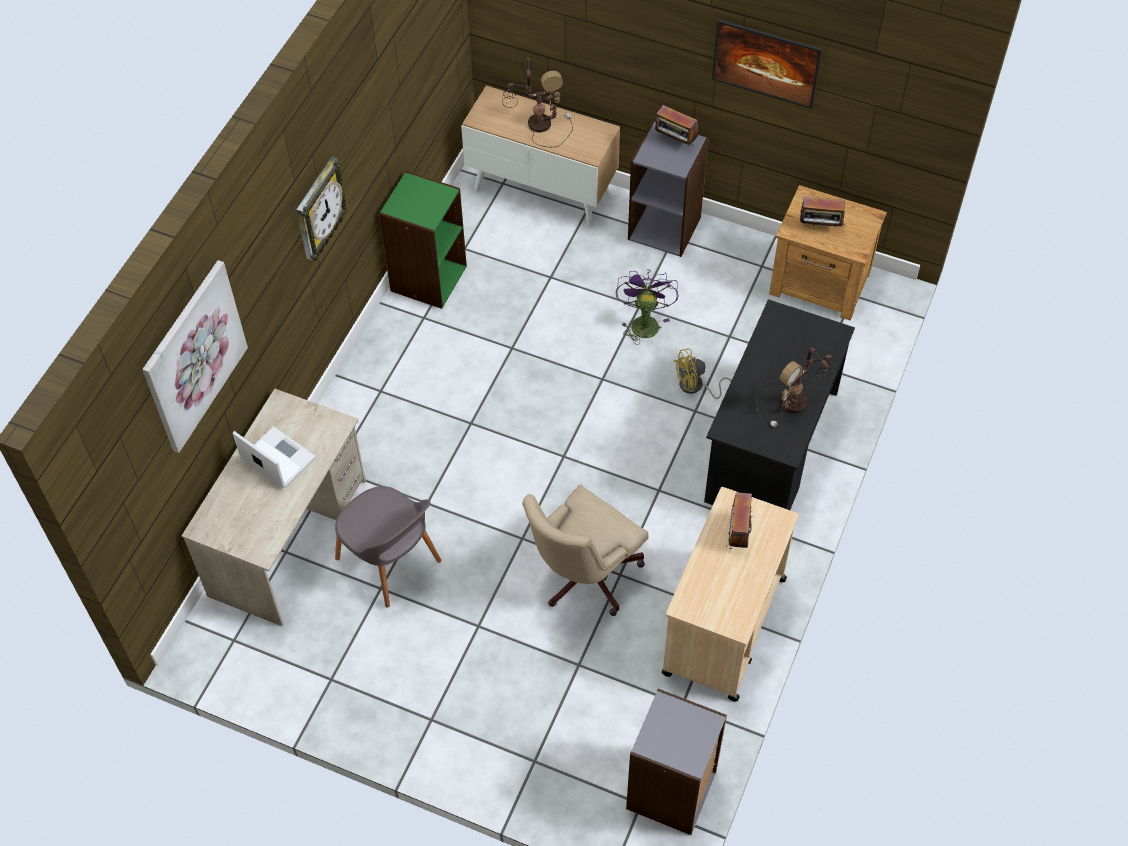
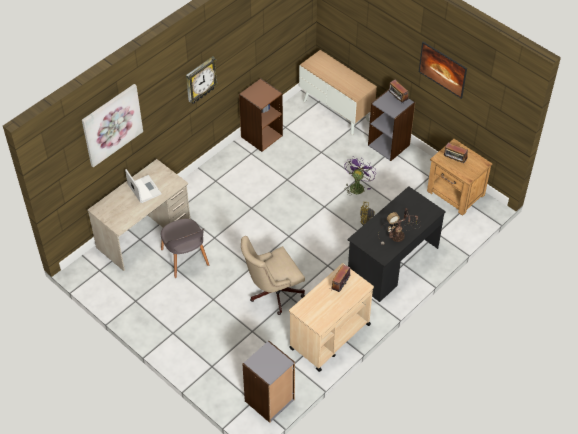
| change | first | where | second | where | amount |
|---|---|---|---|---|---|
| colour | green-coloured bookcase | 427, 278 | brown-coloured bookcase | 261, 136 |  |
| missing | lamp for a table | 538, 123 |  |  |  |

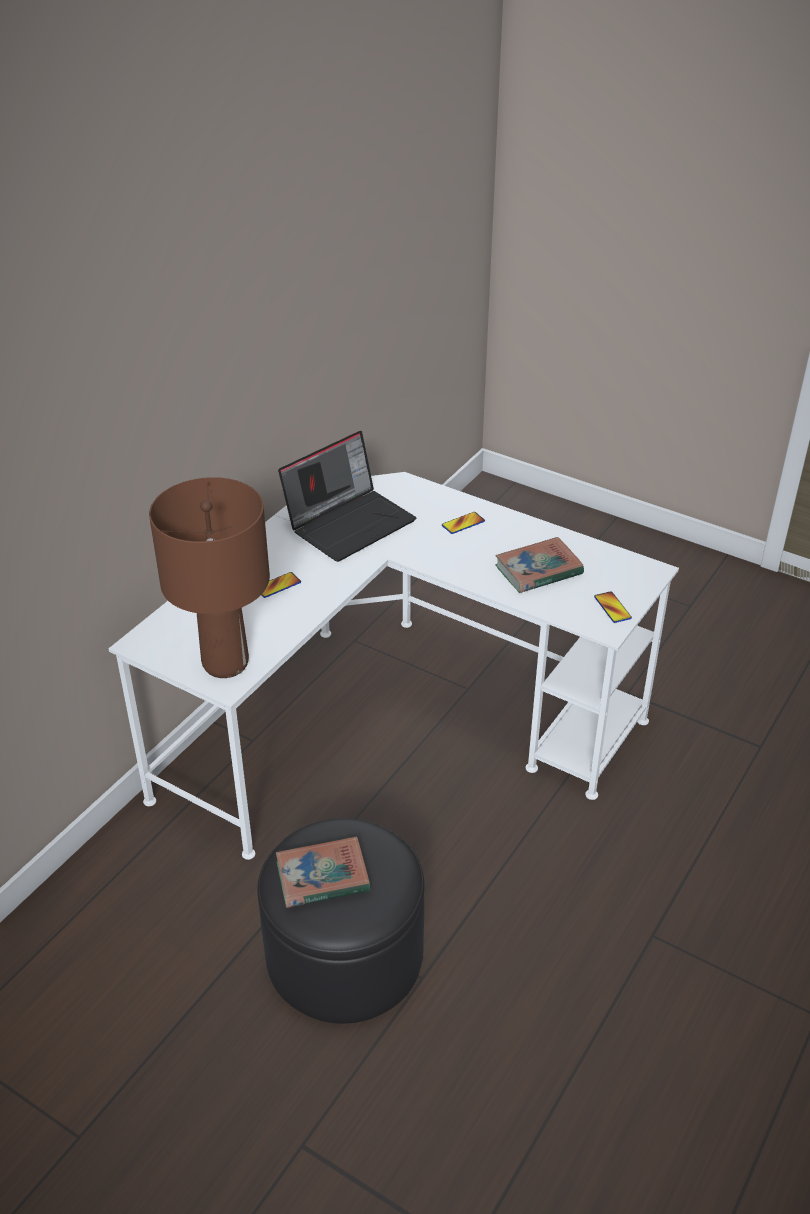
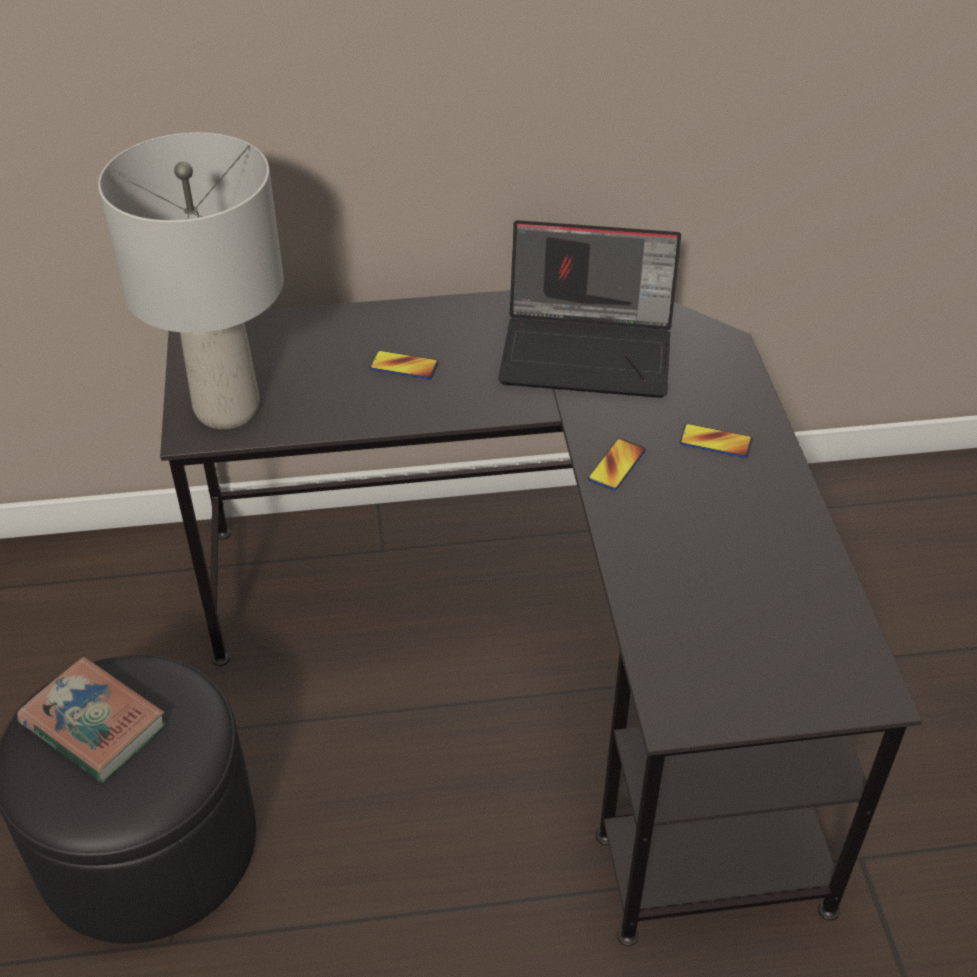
| change | first | where | second | where | amount |
|---|---|---|---|---|---|
| colour | brown-coloured lamp for a table | 224, 663 | grey lamp for a table | 226, 408 |  |
| colour | whitish desk | 392, 719 | blackish desk | 539, 644 |  |
| relocated | telephone | 612, 608 |  | 616, 465 |  |
| missing | bound book | 538, 570 |  |  |  |

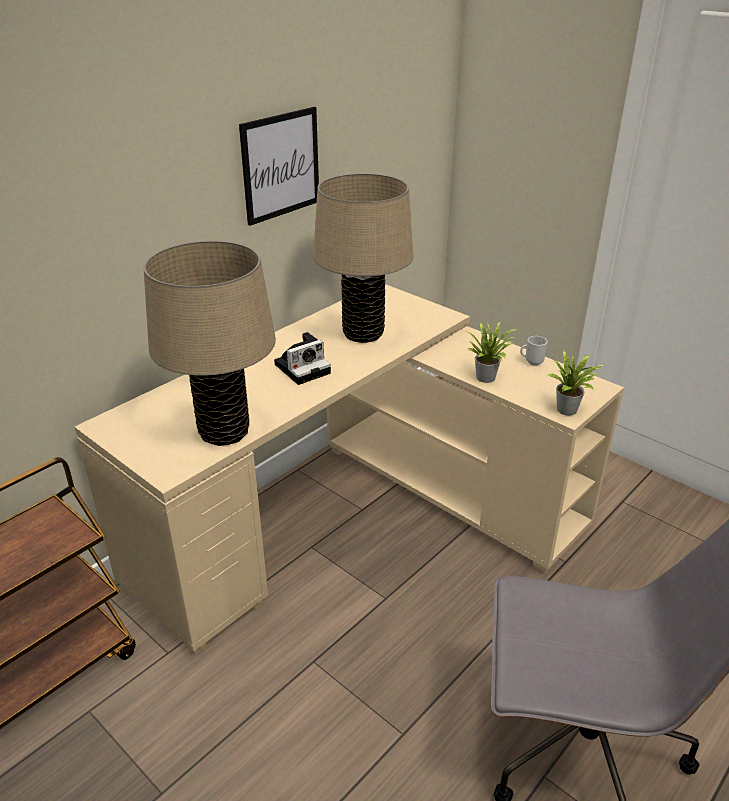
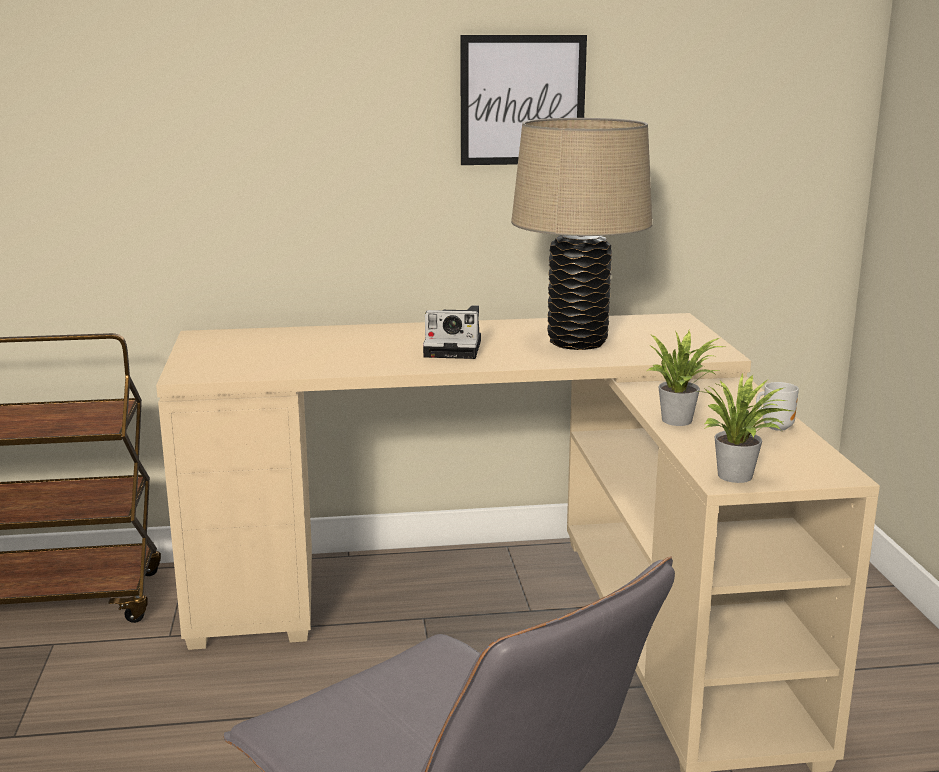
| change | first | where | second | where | amount |
|---|---|---|---|---|---|
| missing | sand-coloured lamp for a table | 224, 432 |  |  |  |

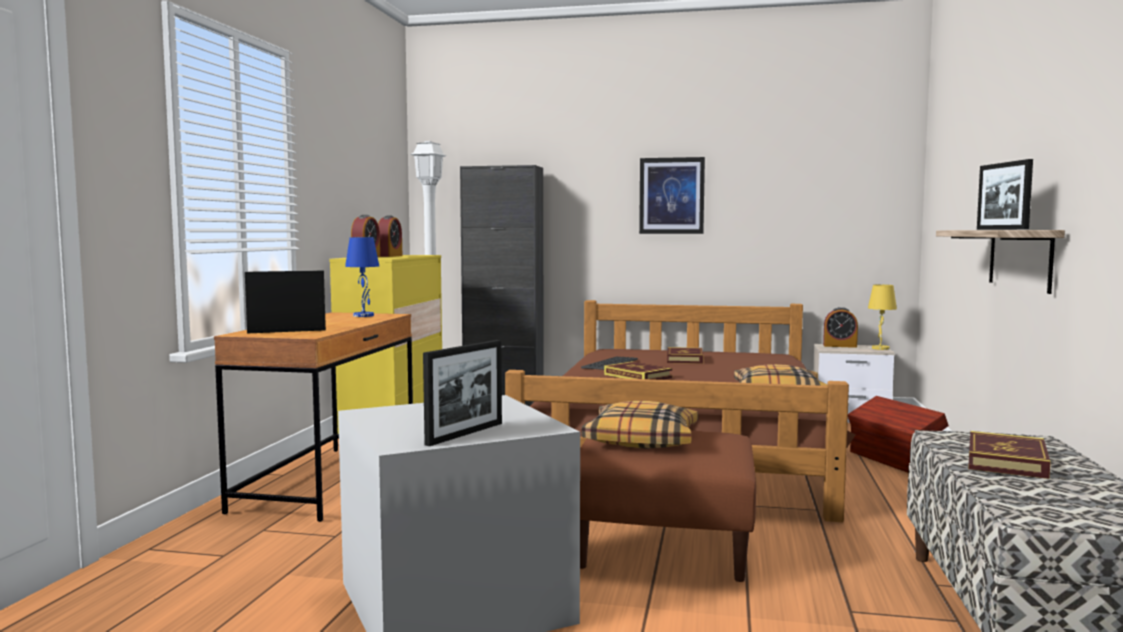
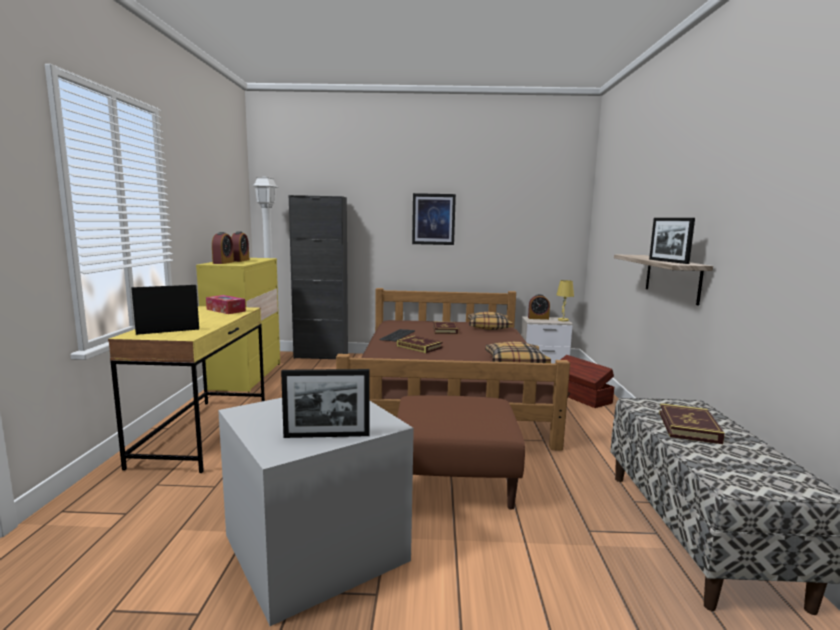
| change | first | where | second | where | amount |
|---|---|---|---|---|---|
| colour | brown-coloured desk | 329, 481 | yellow-coloured desk | 204, 433 |  |
| exchanged | blue lamp for a table | 364, 315 | tissue holder | 226, 310 |  |
| spun | photo frame | 465, 434 |  | 327, 436 | 60 degrees clockwise |
| relocated | throw pillow | 642, 440 |  | 489, 327 |  |

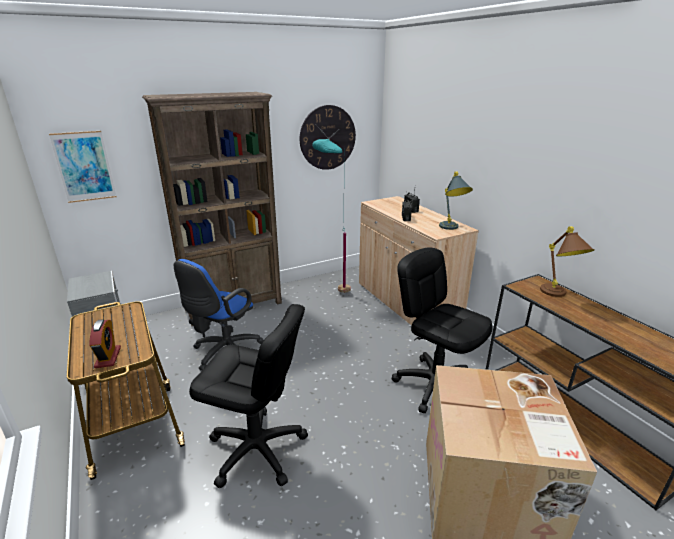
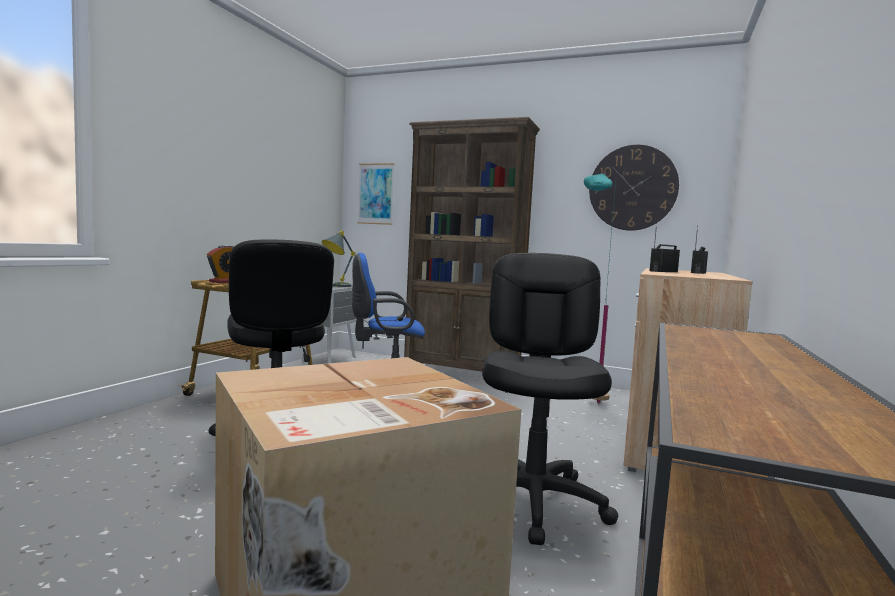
| change | first | where | second | where | amount |
|---|---|---|---|---|---|
| relocated | grey lamp for a table | 451, 229 |  | 336, 286 |  |
| missing | brown-coloured lamp for a table | 558, 295 |  |  |  |

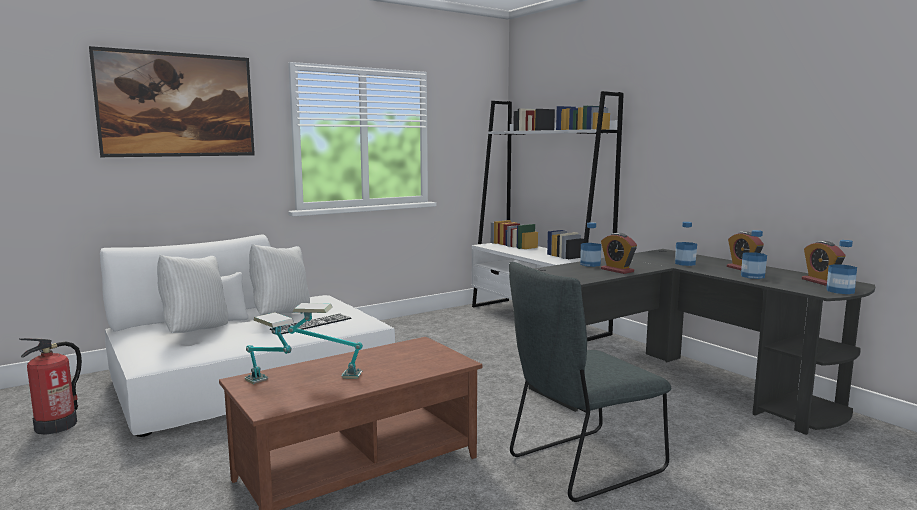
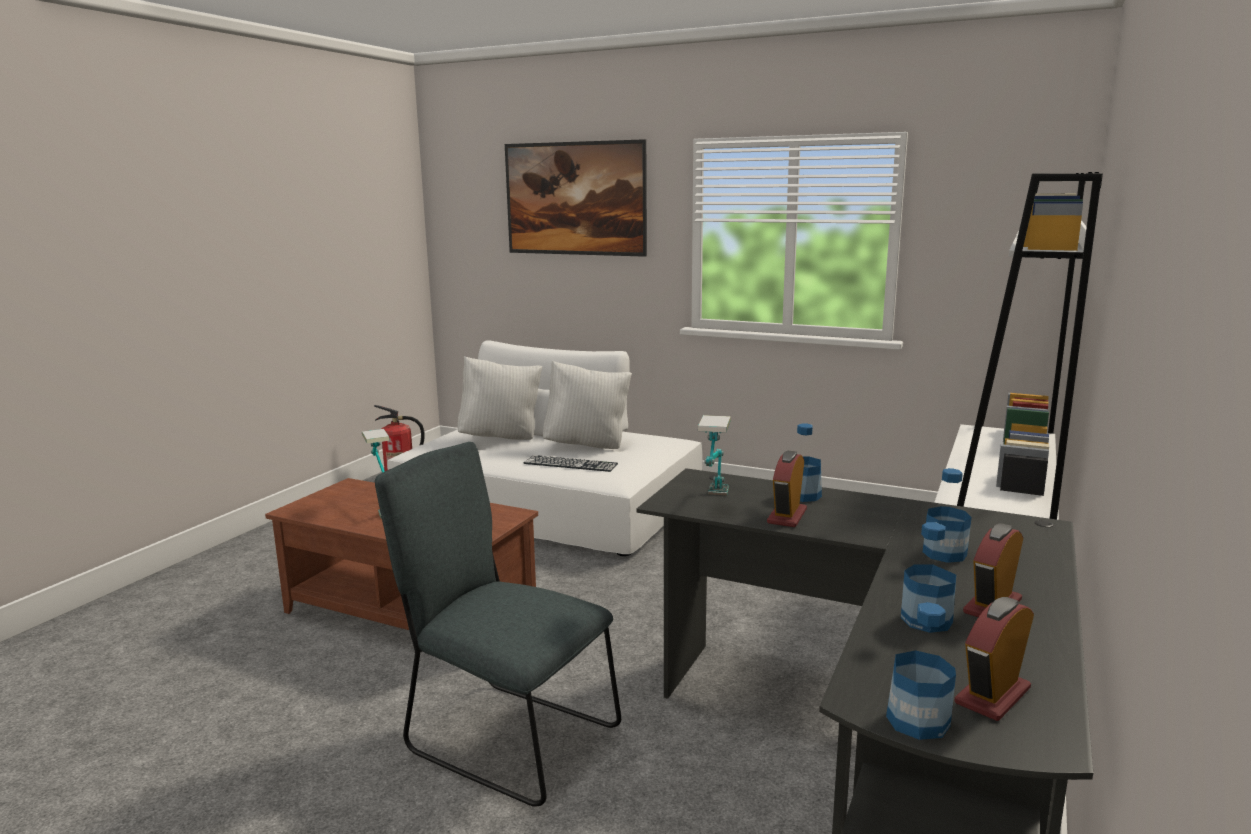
| change | first | where | second | where | amount |
|---|---|---|---|---|---|
| relocated | lamp for a table | 270, 387 |  | 714, 503 |  |

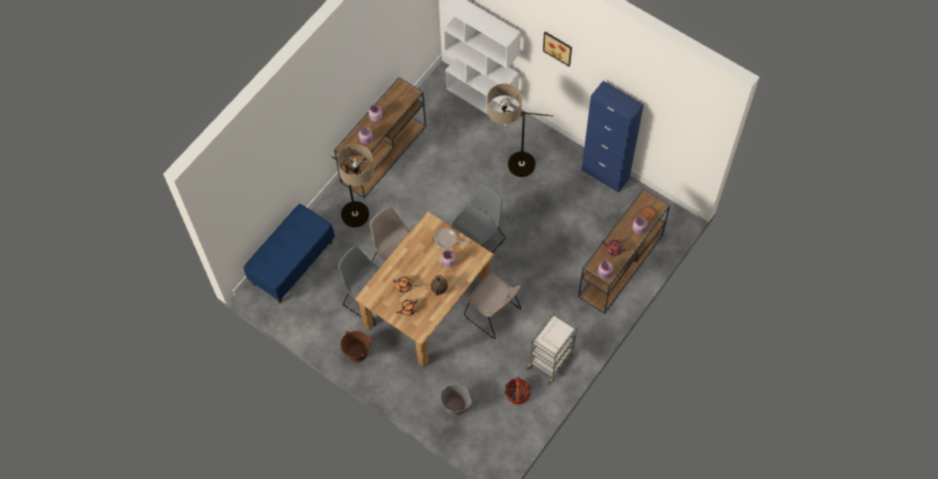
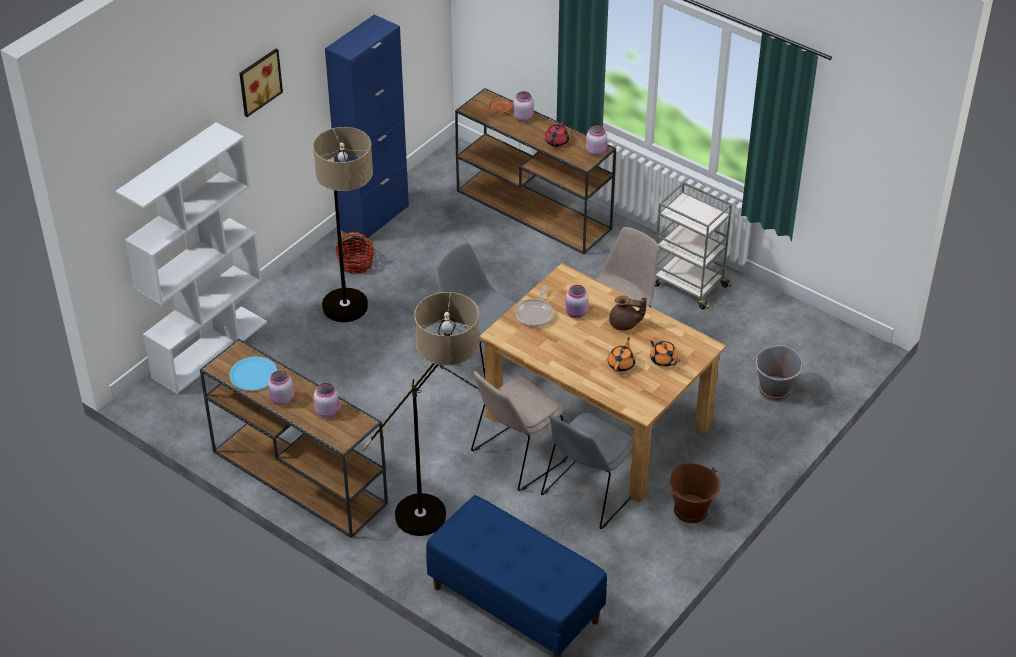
| change | first | where | second | where | amount |
|---|---|---|---|---|---|
| appeared |  |  | blue dinner plate | 253, 374 |  |
| relocated | basket | 517, 394 |  | 355, 263 |  |

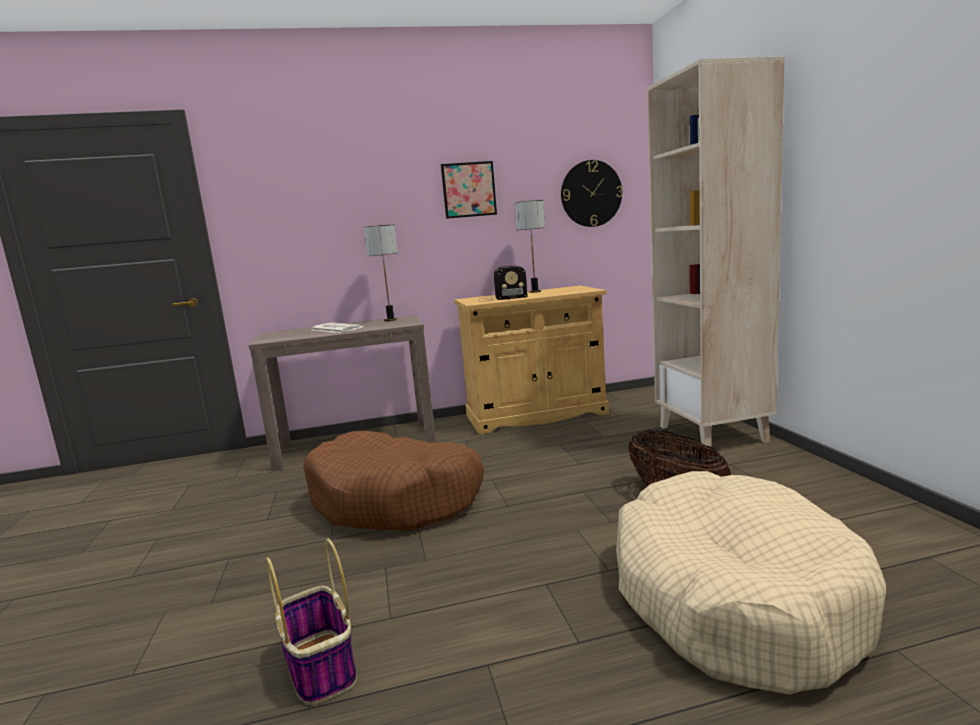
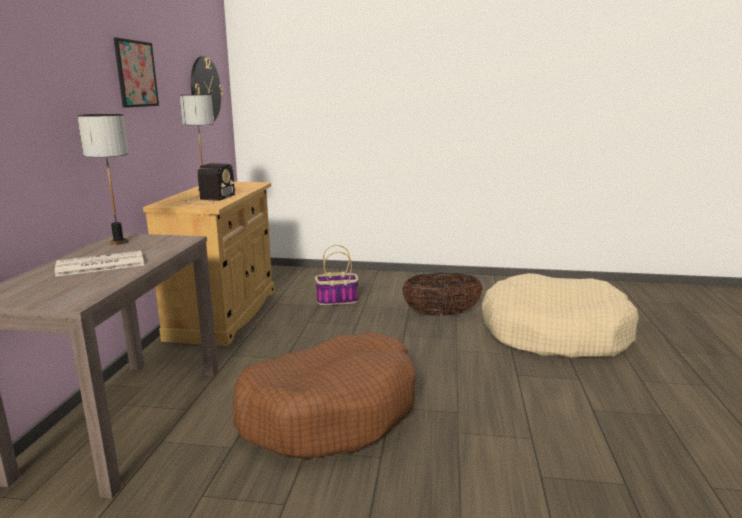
| change | first | where | second | where | amount |
|---|---|---|---|---|---|
| relocated | basket | 320, 666 |  | 336, 300 |  |
| missing | sand-coloured bookcase | 713, 434 |  |  |  |

